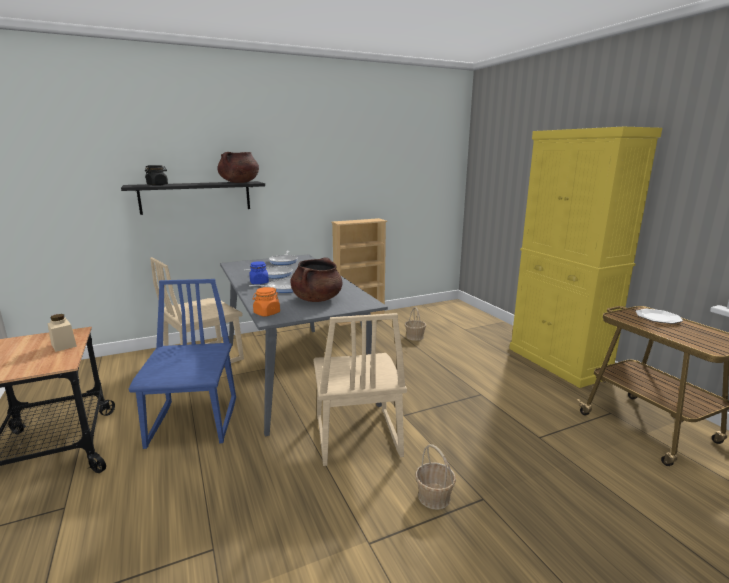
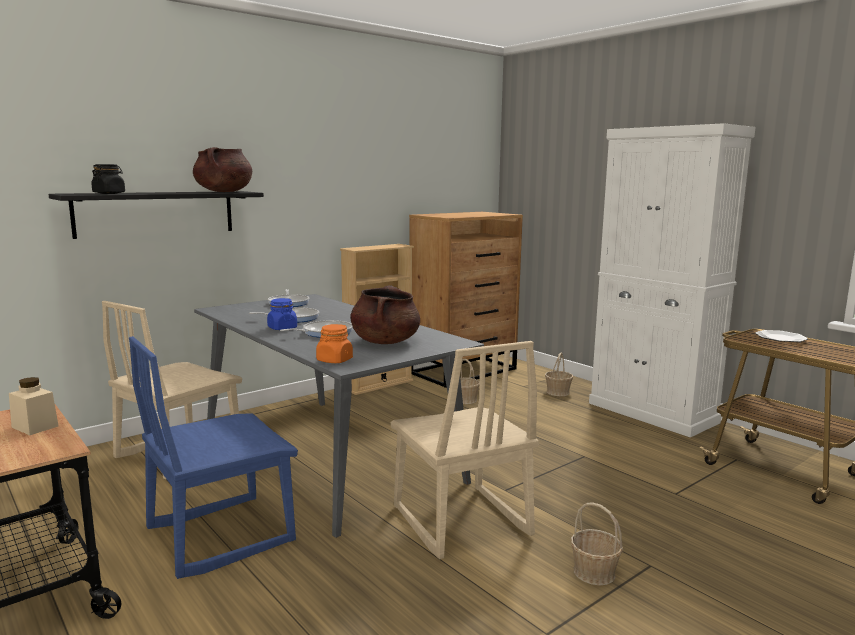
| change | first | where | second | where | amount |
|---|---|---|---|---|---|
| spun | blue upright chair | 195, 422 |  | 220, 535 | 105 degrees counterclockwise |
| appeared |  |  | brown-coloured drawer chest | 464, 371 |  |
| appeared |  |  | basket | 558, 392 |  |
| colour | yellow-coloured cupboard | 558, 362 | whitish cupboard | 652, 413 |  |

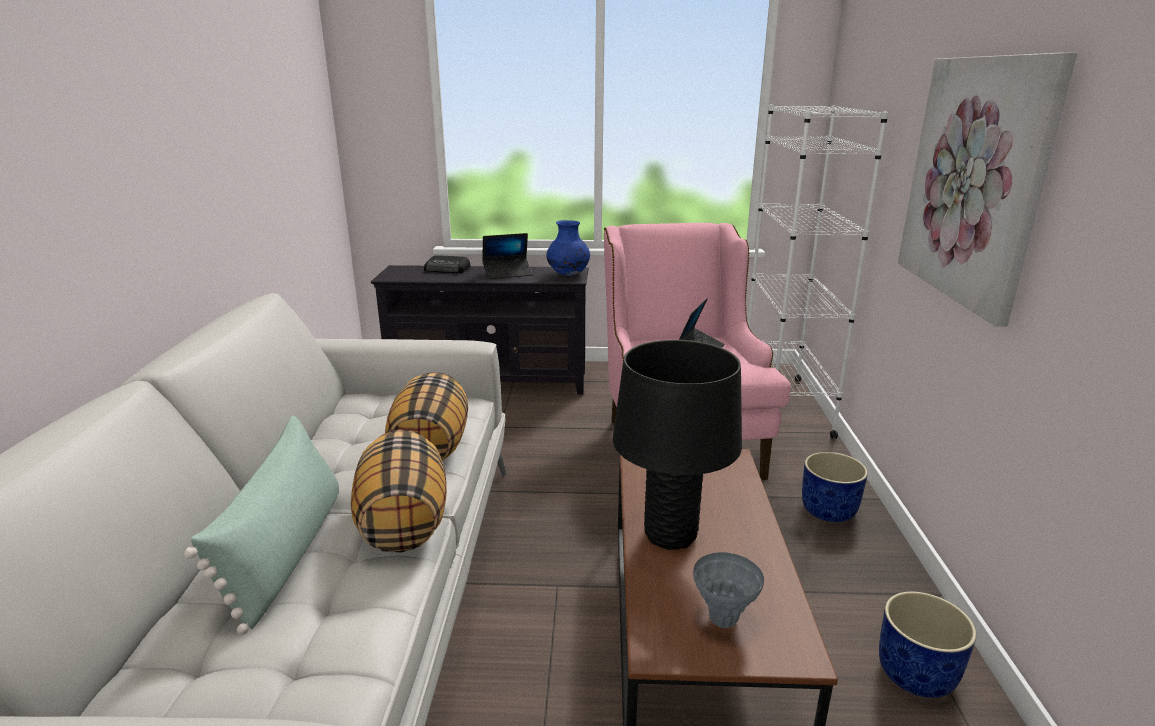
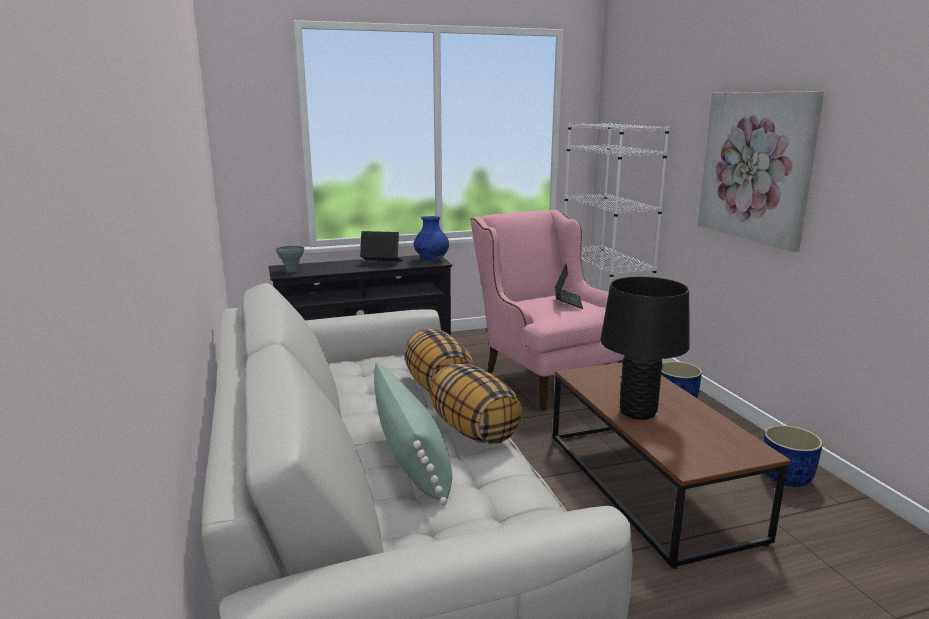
| change | first | where | second | where | amount |
|---|---|---|---|---|---|
| relocated | grey vase | 723, 619 |  | 292, 271 |  |
| spun | portable computer | 507, 273 |  | 381, 263 | 135 degrees counterclockwise |
| missing | radio receiver | 447, 269 |  |  |  |

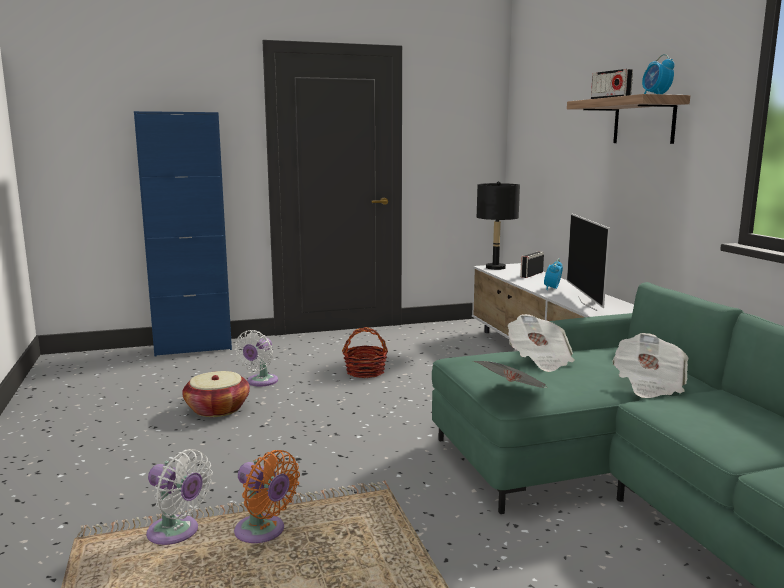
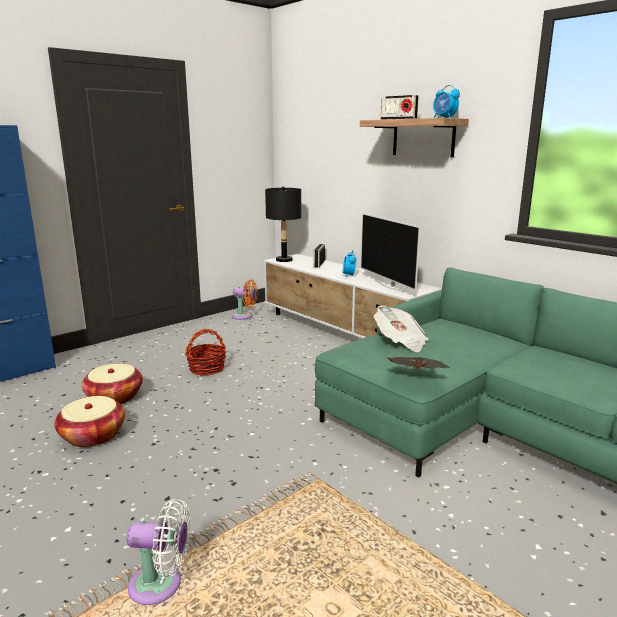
| change | first | where | second | where | amount |
|---|---|---|---|---|---|
| exchanged | whitish electric fan | 260, 382 | basket | 114, 397 |  |
| relocated | orange electric fan | 263, 532 |  | 244, 316 |  |
| missing | newspaper | 648, 385 |  |  |  |

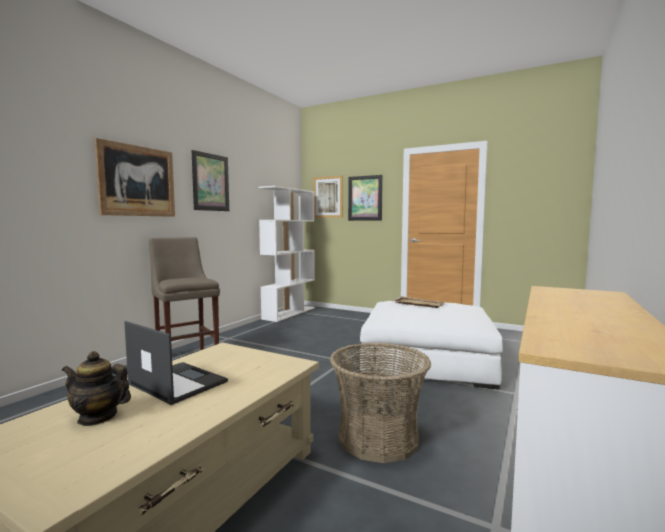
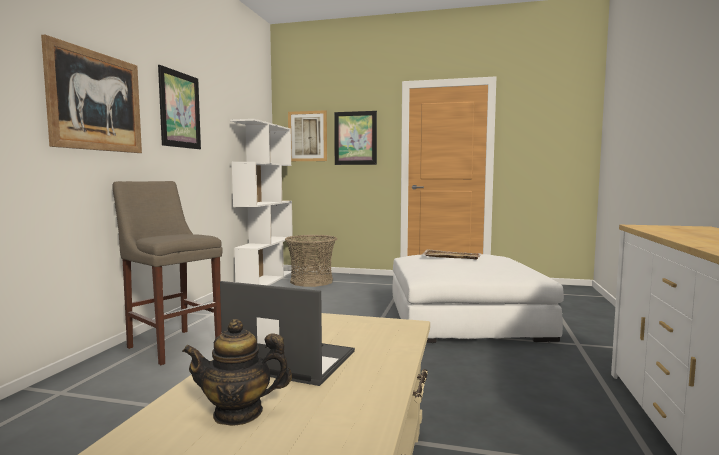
| change | first | where | second | where | amount |
|---|---|---|---|---|---|
| relocated | basket | 378, 438 |  | 311, 281 |  |

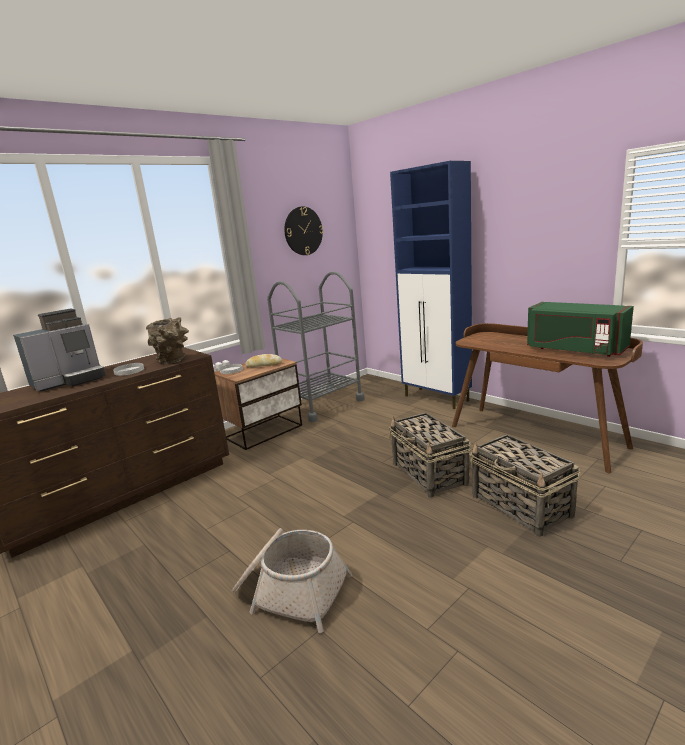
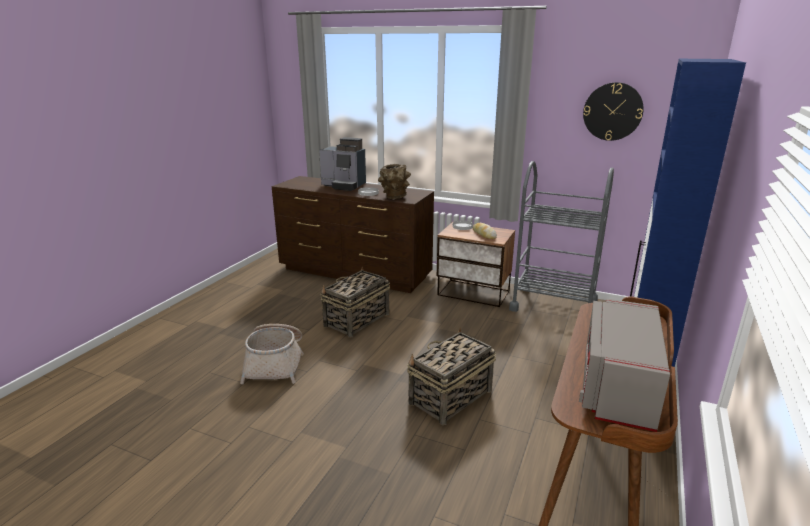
| change | first | where | second | where | amount |
|---|---|---|---|---|---|
| relocated | basket | 521, 506 |  | 356, 320 |  |
| colour | green-coloured microwave | 574, 350 | grey microwave | 617, 387 |  |

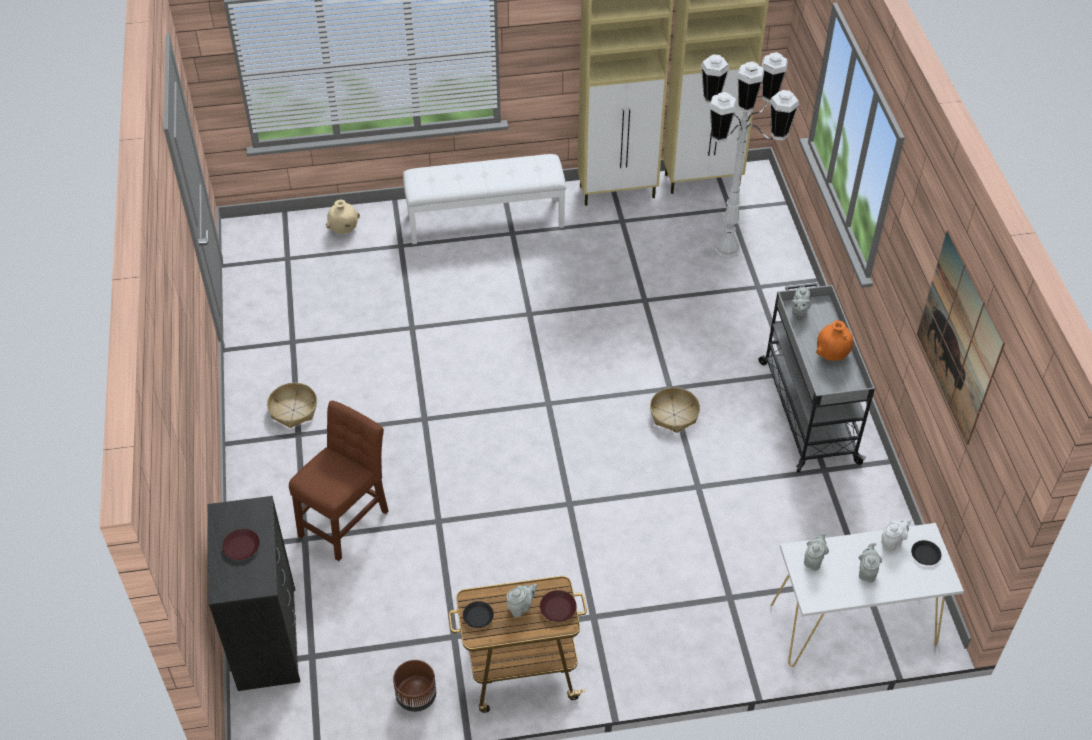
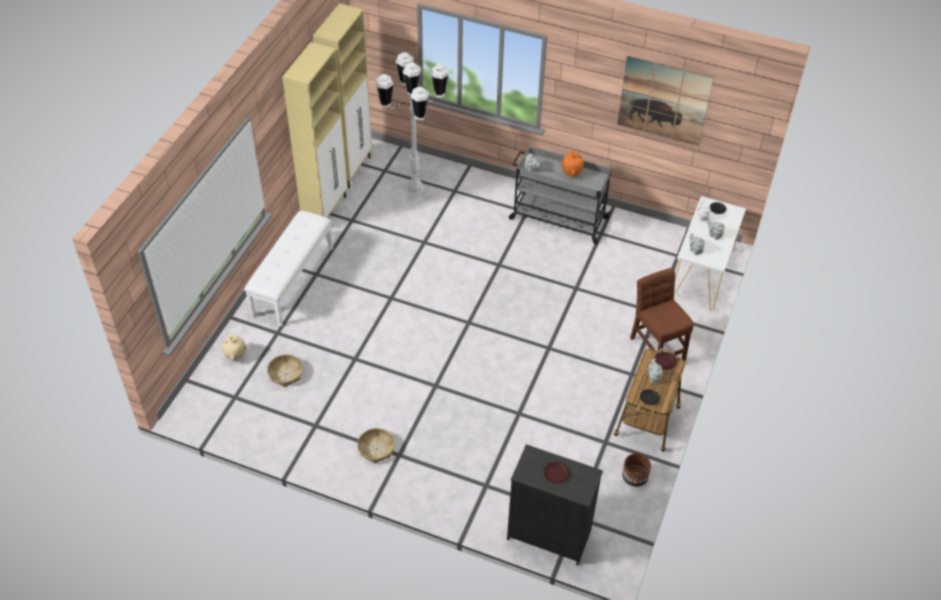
| change | first | where | second | where | amount |
|---|---|---|---|---|---|
| relocated | basket | 674, 415 |  | 286, 374 |  |
| relocated | brown-coloured upright chair | 346, 519 |  | 656, 346 |  |

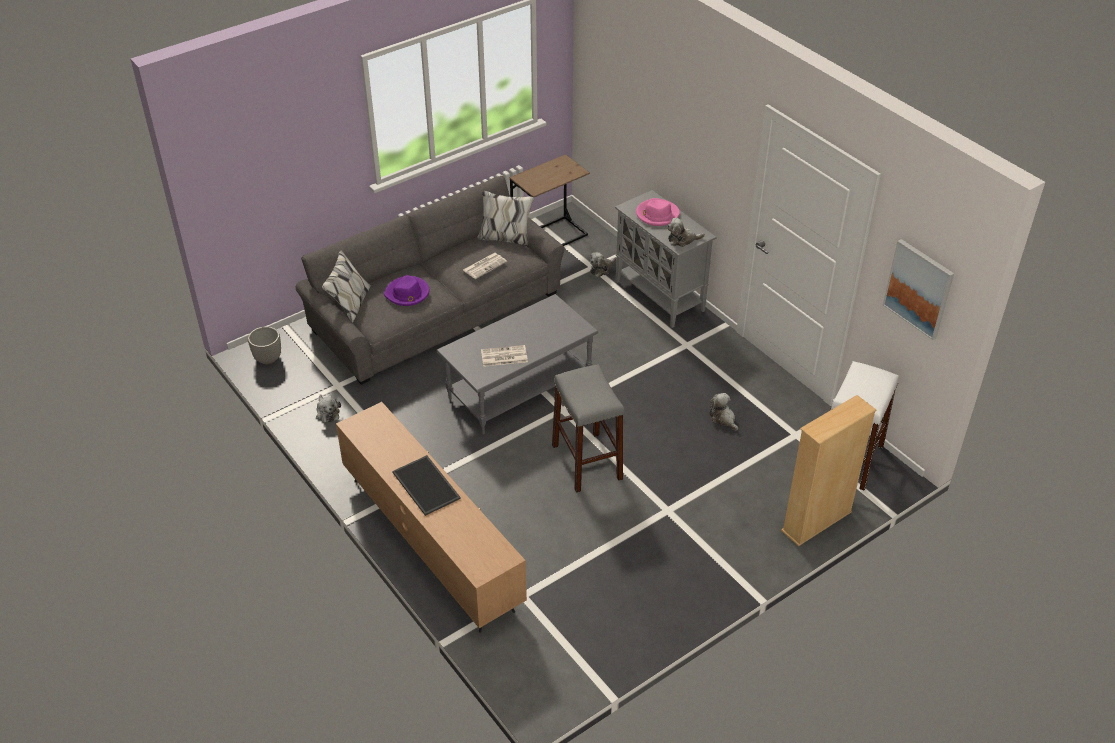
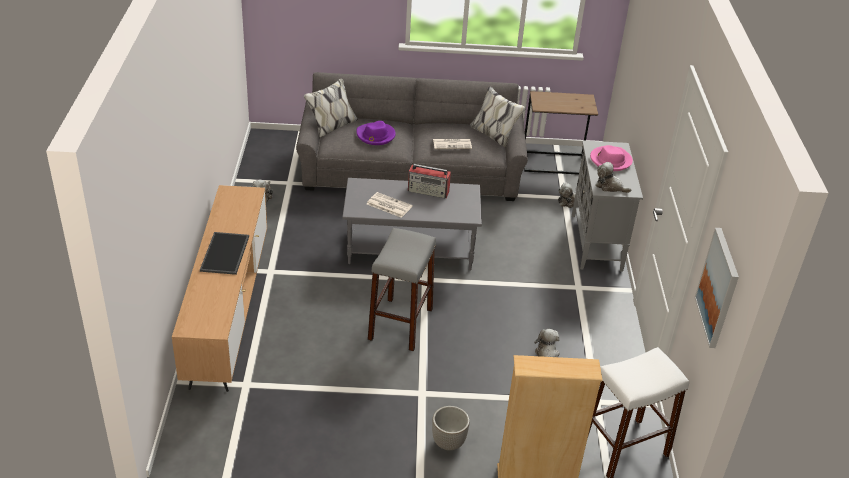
| change | first | where | second | where | amount |
|---|---|---|---|---|---|
| appeared |  |  | radio receiver | 429, 191 |  |
| relocated | planter | 268, 359 |  | 449, 443 |  |

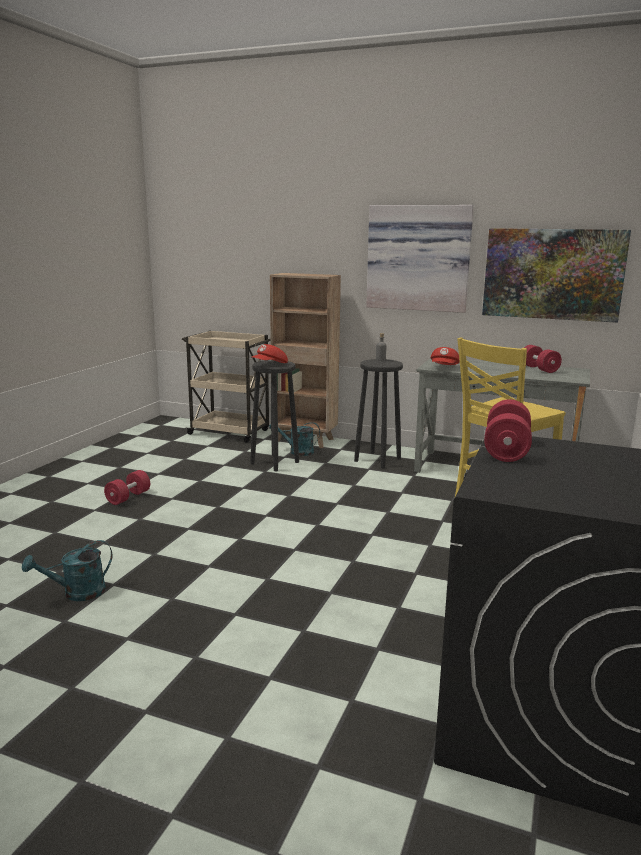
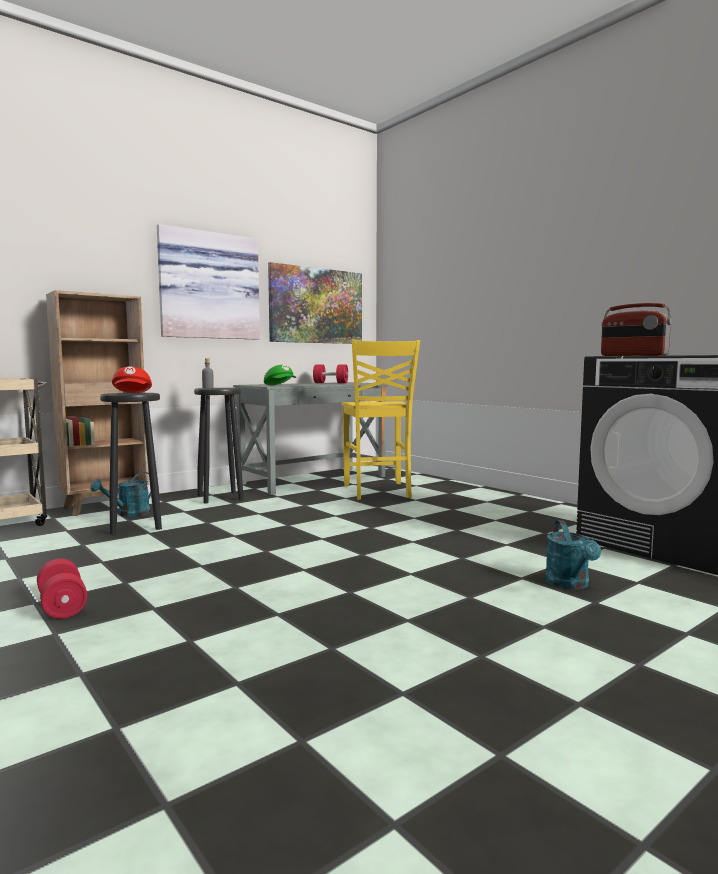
| change | first | where | second | where | amount |
|---|---|---|---|---|---|
| colour | red-coloured cap | 444, 368 | green-coloured cap | 280, 385 |  |
| relocated | blue-green watering can | 77, 593 |  | 570, 585 |  |
| exchanged | red-coloured hand weight | 506, 449 | radio receiver | 633, 355 |  |

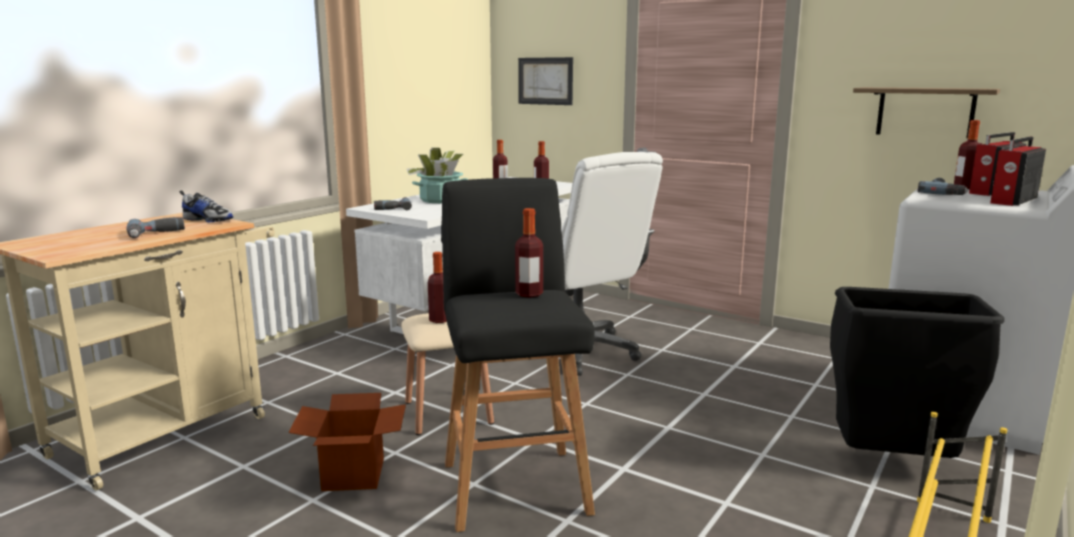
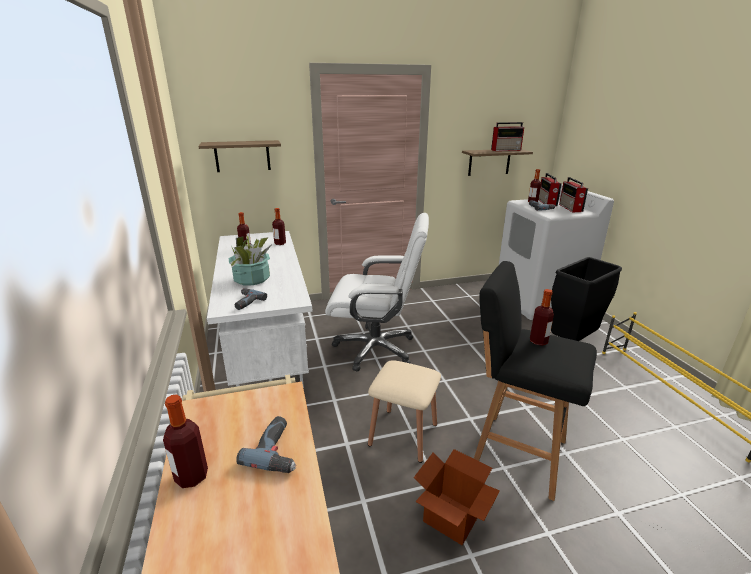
| change | first | where | second | where | amount |
|---|---|---|---|---|---|
| relocated | bottle | 439, 320 |  | 191, 476 |  |
| exchanged | picture | 545, 81 | shelf | 242, 156 |  |
| appeared |  |  | radio receiver | 506, 150 |  |
| missing | low shoe | 208, 220 |  |  |  |

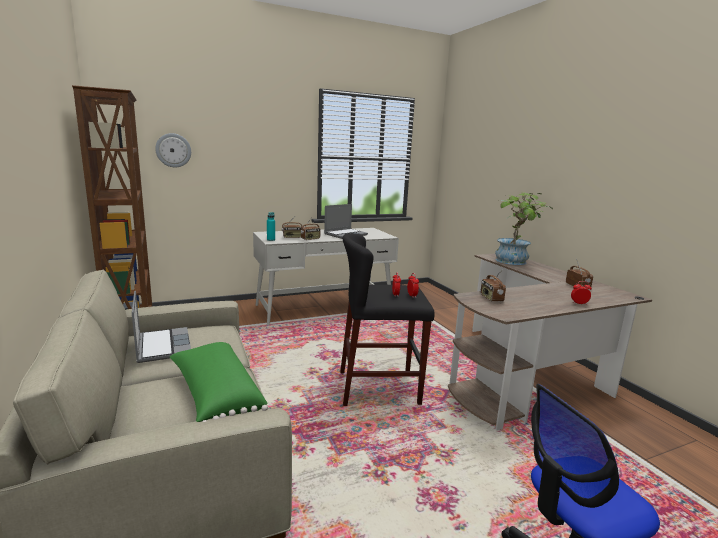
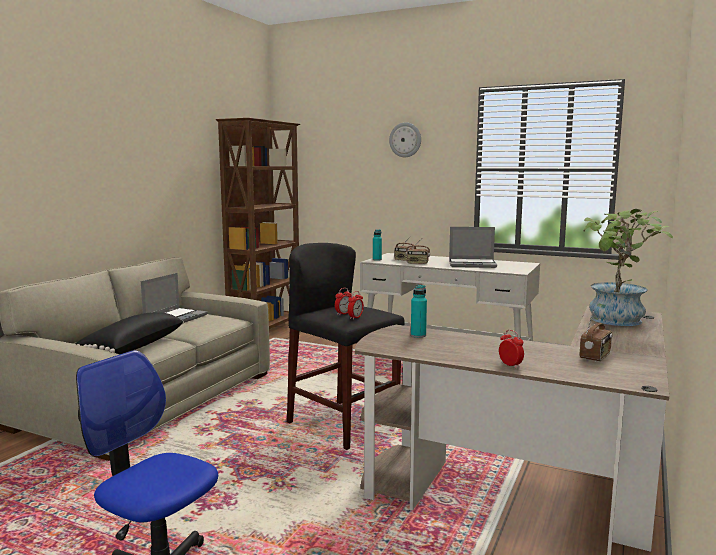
| change | first | where | second | where | amount |
|---|---|---|---|---|---|
| colour | green-coloured throw pillow | 215, 395 | blackish throw pillow | 133, 346 |  |
| relocated | wall clock | 173, 150 |  | 405, 140 |  |
| exchanged | radio receiver | 491, 298 | blue-green bottle | 418, 335 |  |

